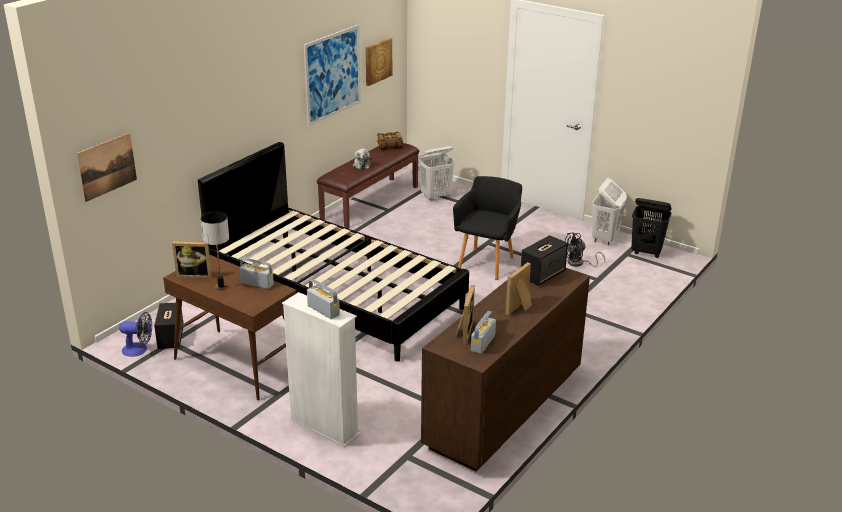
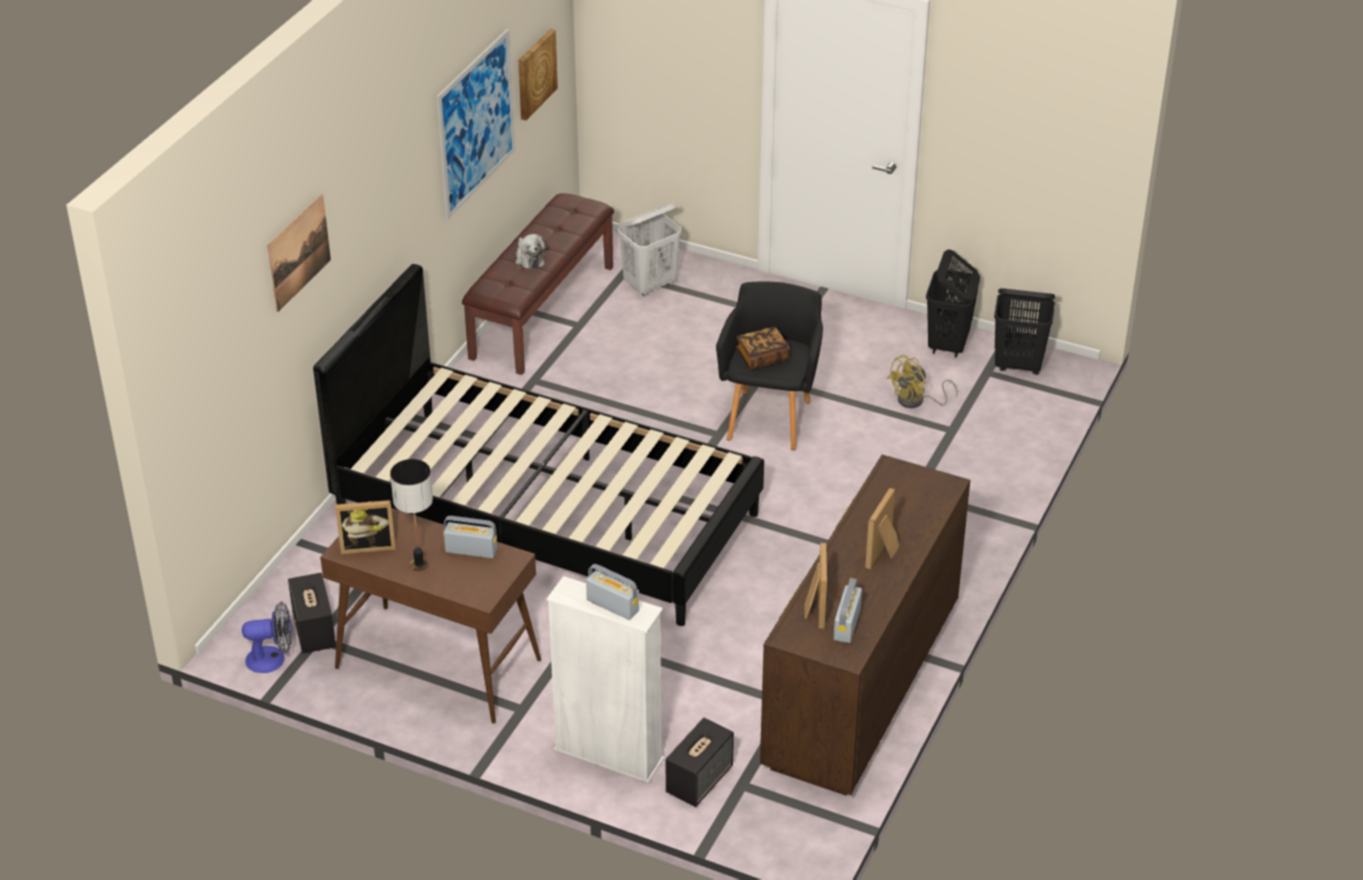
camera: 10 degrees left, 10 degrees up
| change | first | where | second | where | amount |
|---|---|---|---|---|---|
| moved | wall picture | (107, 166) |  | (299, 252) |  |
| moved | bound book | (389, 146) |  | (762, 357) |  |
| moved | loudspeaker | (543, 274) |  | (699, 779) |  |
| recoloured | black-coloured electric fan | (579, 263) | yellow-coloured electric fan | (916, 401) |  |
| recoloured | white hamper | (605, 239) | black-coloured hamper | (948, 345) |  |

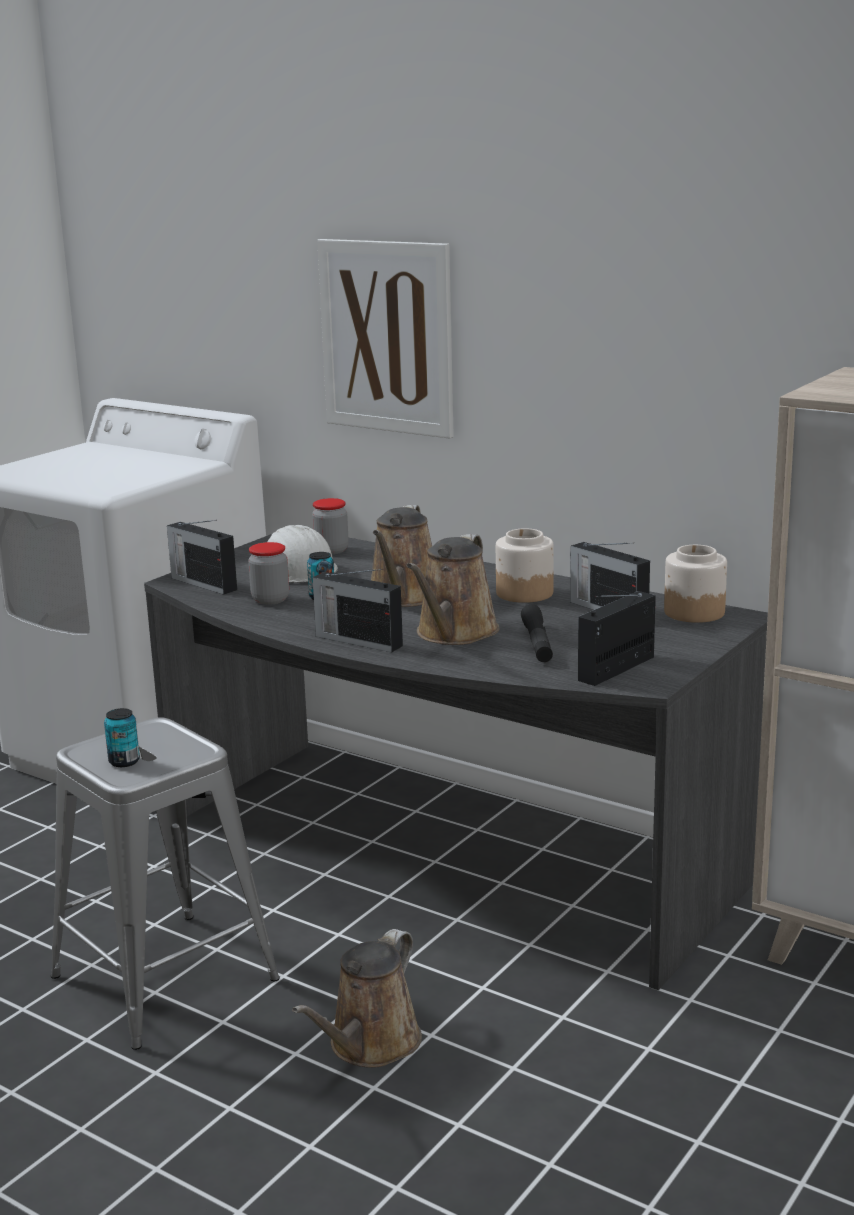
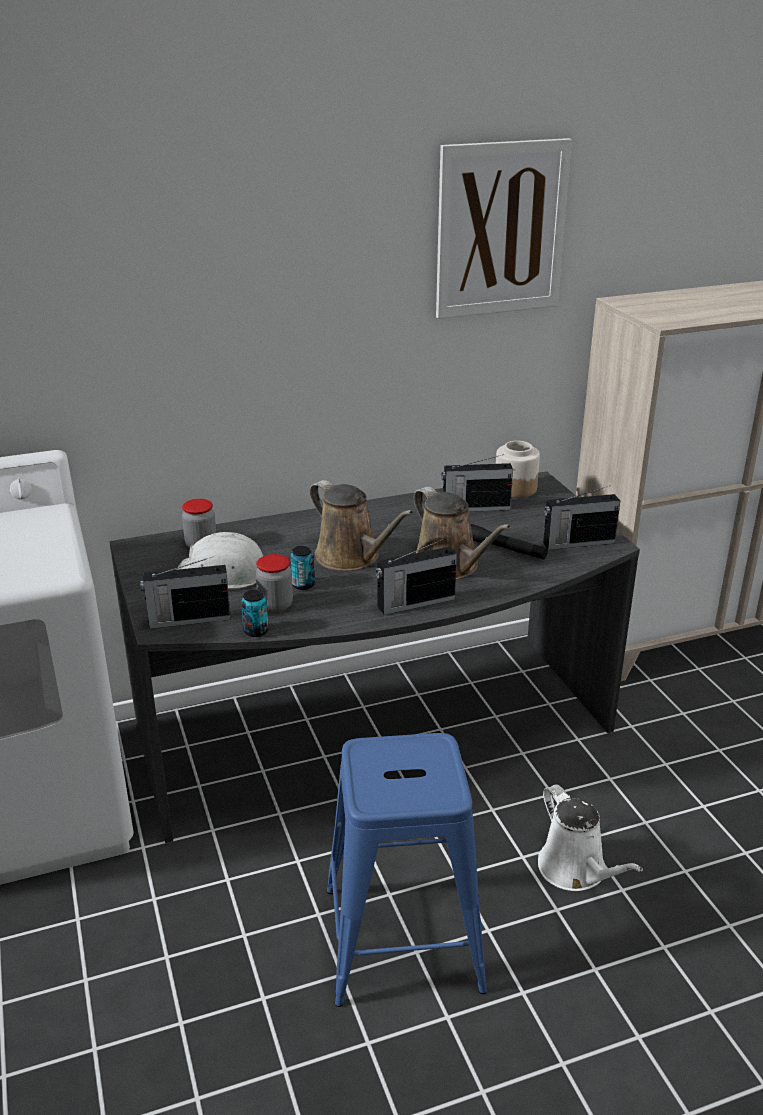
camera: 55 degrees left, 10 degrees up
| change | first | where | second | where | amount |
|---|---|---|---|---|---|
| recoloured | greyish sitting stool | (165, 978) | bluish sitting stool | (402, 938) |  |
| moved | sealed can | (124, 761) |  | (256, 631) |  |
| recoloured | brown-coloured sprinkling can | (370, 1045) | white sprinkling can | (576, 871) |  |
| moved | wall picture | (387, 337) |  | (501, 229) |  |
| removed | preserve jar | (524, 593) |  |  |  |
| turned | radio | (618, 668) |  | (577, 543) | 90 degrees counterclockwise |

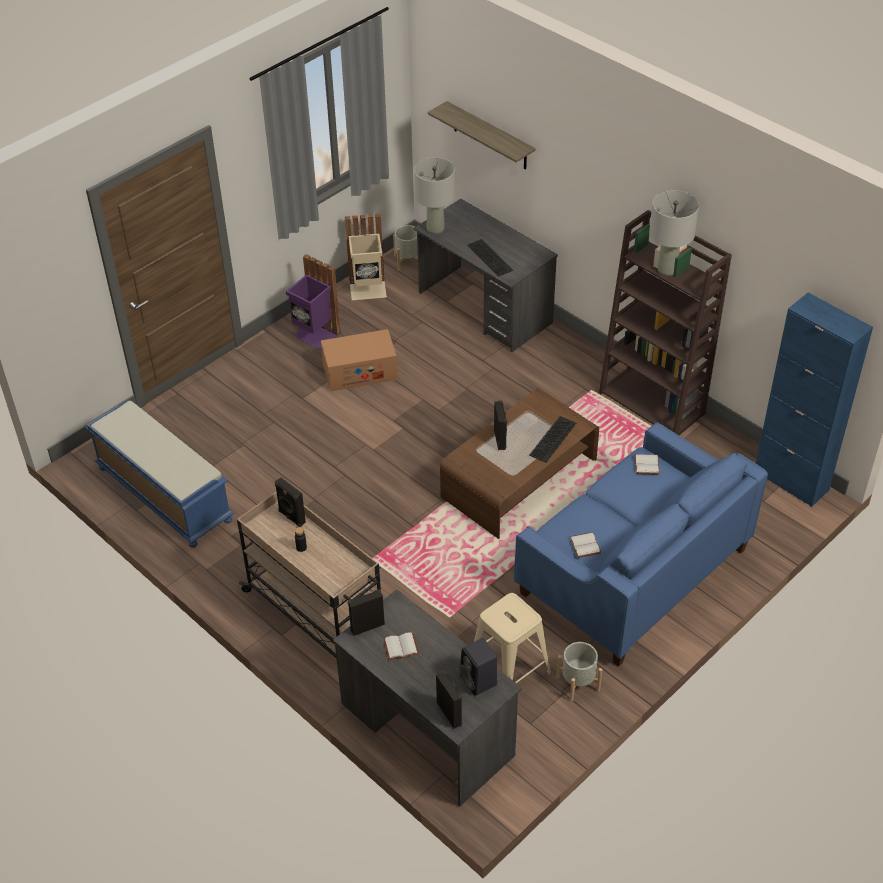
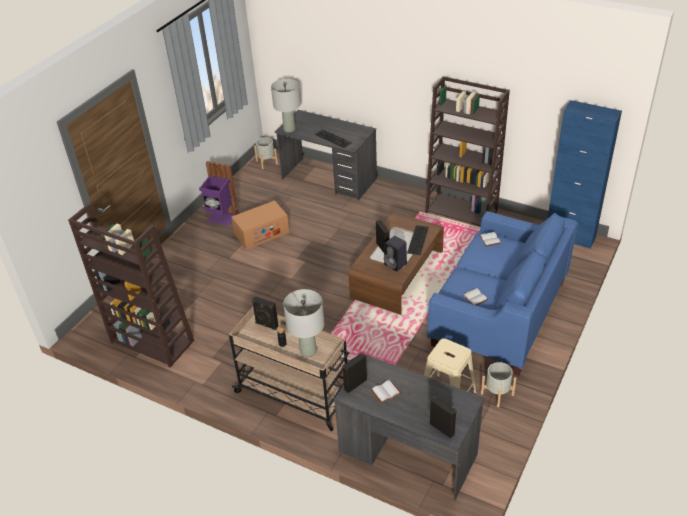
camera: 15 degrees left, 5 degrees down
| change | first | where | second | where | amount |
|---|---|---|---|---|---|
| replaced | bluish bench | (163, 494) | brown-coloured shelving unit | (151, 342) |  |
| removed | beige-coloured rubbish bin | (368, 290) |  |  |  |
| removed | bracket shelf | (490, 136) |  |  |  |
| moved | black-coloured loudspeaker | (479, 681) |  | (396, 264) |  |
| moved | greyish table lamp | (667, 270) |  | (308, 351) |  |

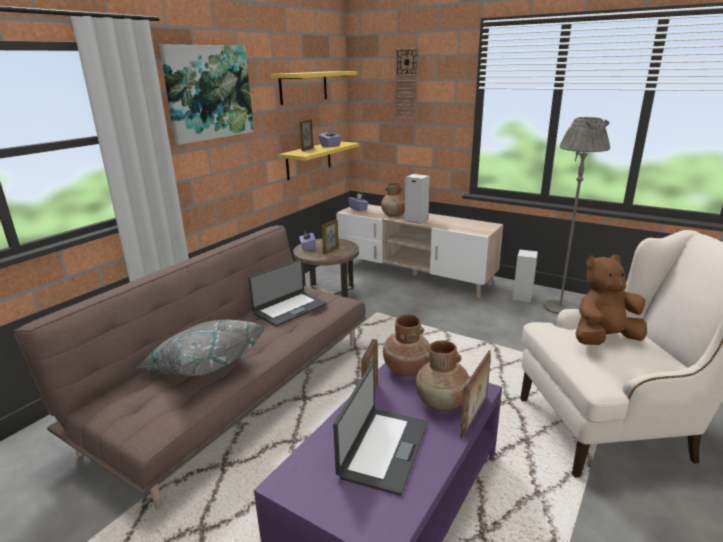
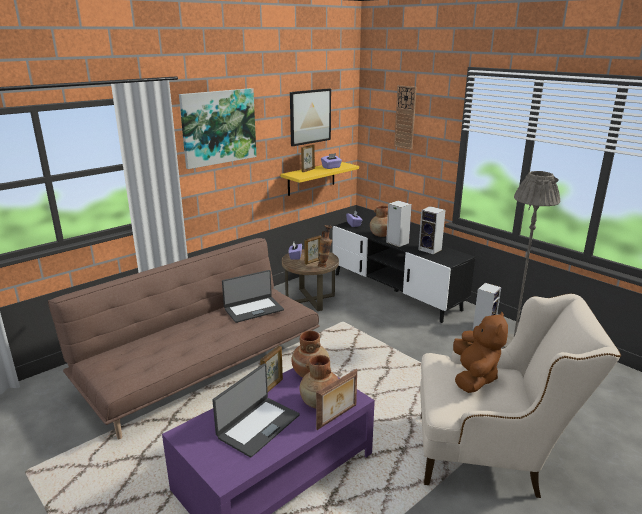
camera: 15 degrees right, 0 degrees up
| change | first | where | second | where | amount |
|---|---|---|---|---|---|
| removed | greyish cushion | (204, 366) |  |  |  |
| replaced | yellow-coloured bracket shelf | (303, 87) | wall picture | (310, 116) |  |
| recoloured | beige-coloured media console | (414, 275) | black-coloured media console | (395, 291) |  |
| turned | brown-coloured plush toy | (603, 339) |  | (474, 377) | 105 degrees clockwise |
| added |  |  | flower vase | (324, 266) |  |
| added |  |  | loudspeaker | (431, 250) |  |

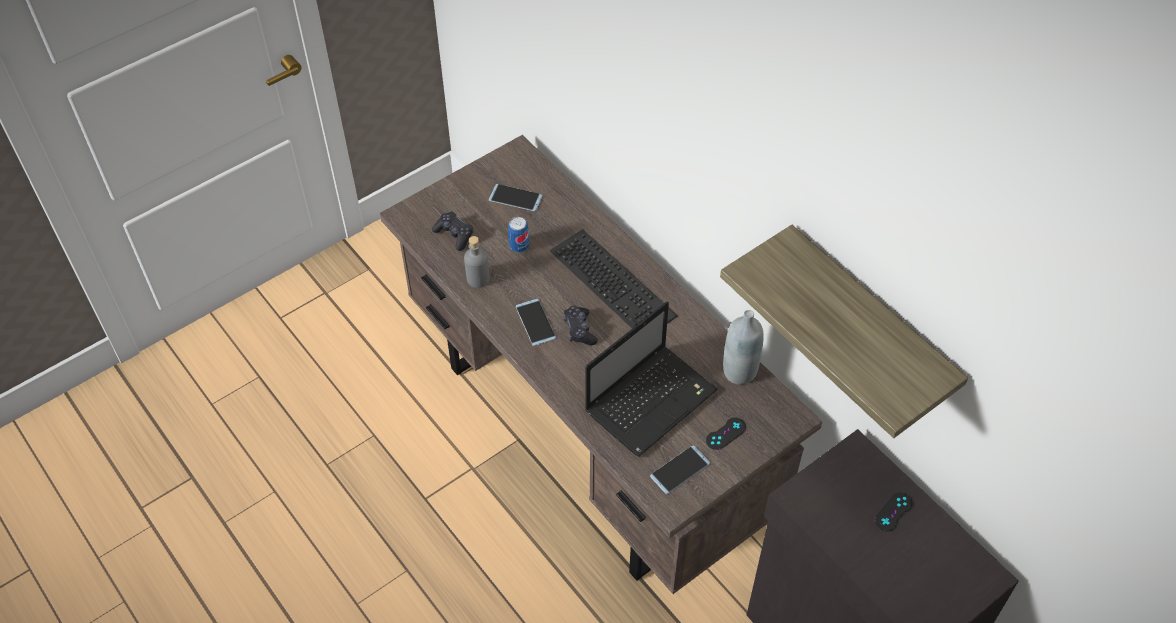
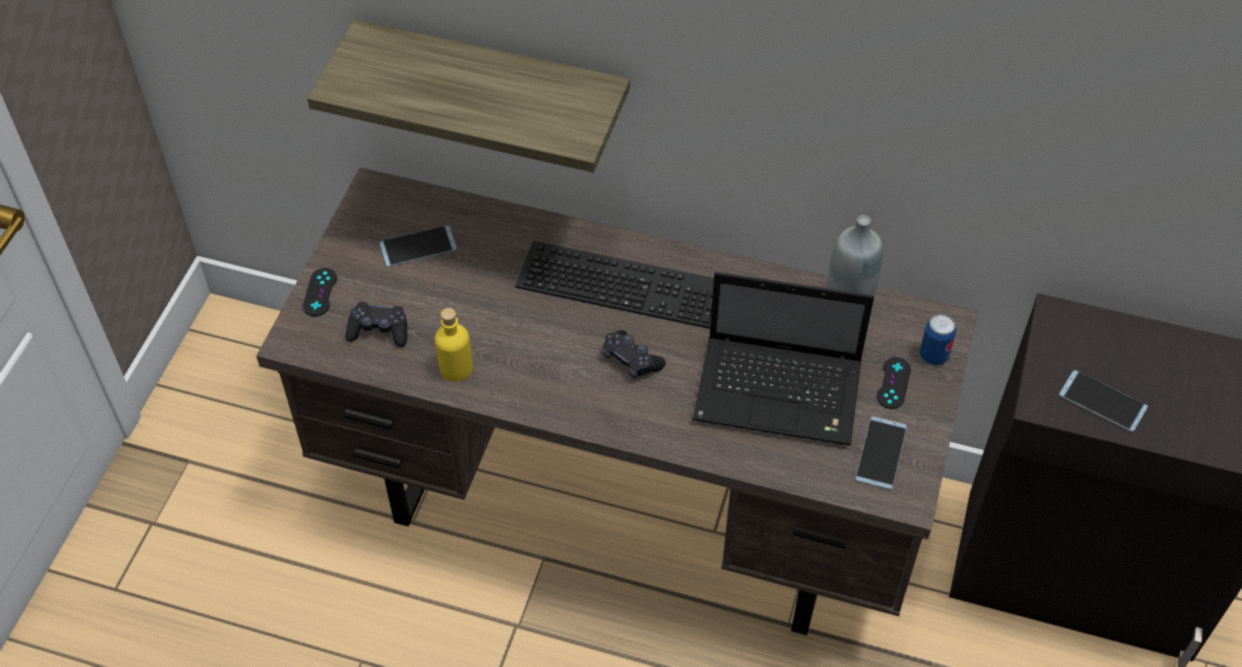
camera: 35 degrees left, 0 degrees up
| change | first | where | second | where | amount |
|---|---|---|---|---|---|
| recoloured | greyish bottle | (478, 279) | yellow-coloured bottle | (456, 368) |  |
| moved | sealed can | (519, 246) |  | (933, 356) |  |
| moved | handset | (535, 322) |  | (1102, 401) |  |
| turned | portable computer | (652, 399) |  | (782, 392) | 90 degrees clockwise |
| moved | bracket shelf | (868, 324) |  | (493, 87) |  |
| moved | black-coloured joypad | (893, 512) |  | (320, 292) |  |

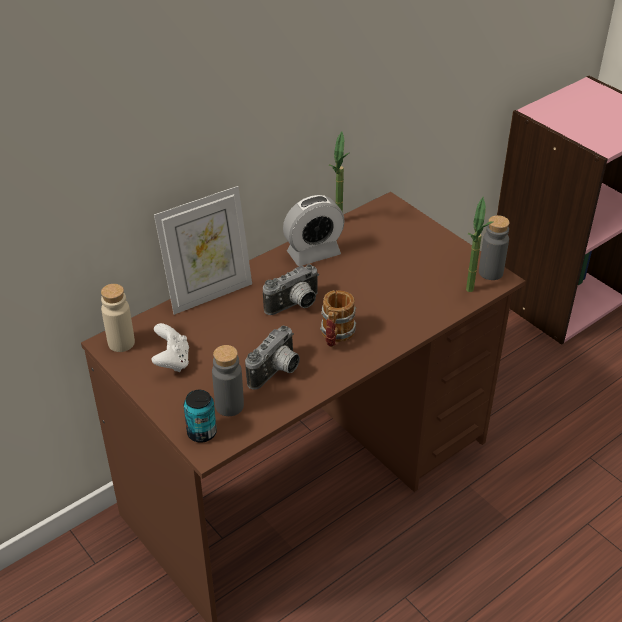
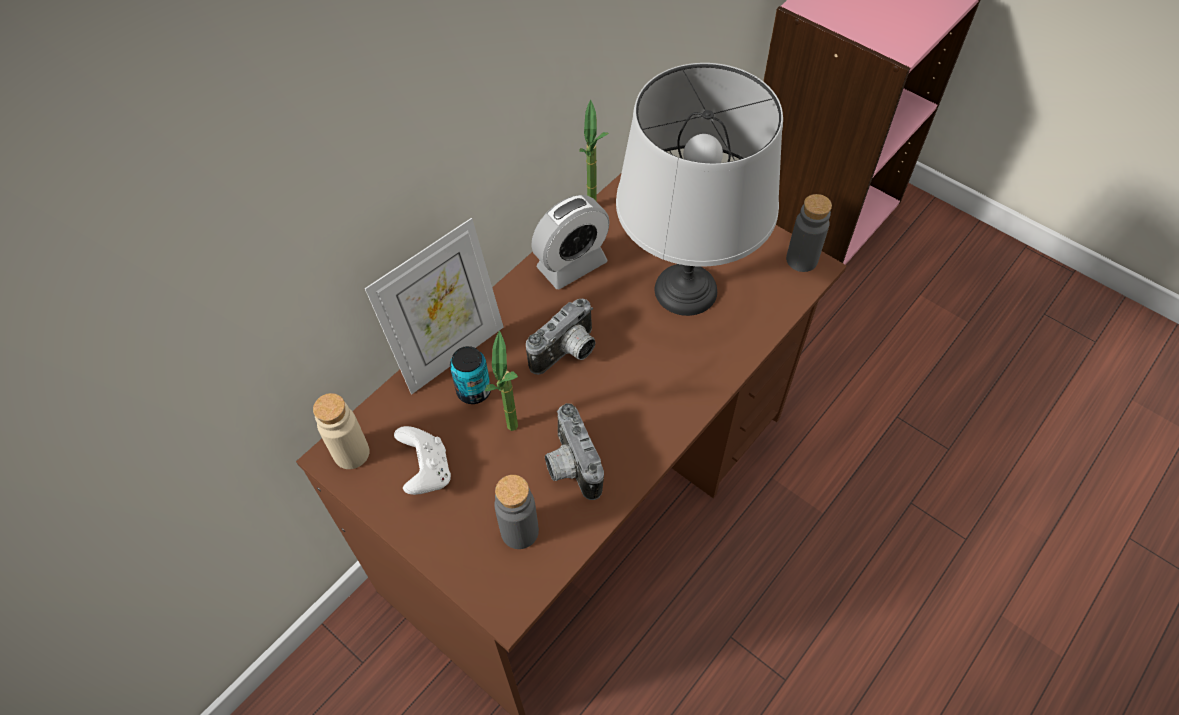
camera: 10 degrees left, 15 degrees up
| change | first | where | second | where | amount |
|---|---|---|---|---|---|
| moved | sealed can | (202, 433) |  | (474, 391) |  |
| turned | photo camera | (277, 372) |  | (569, 466) | 135 degrees clockwise |
| removed | tea mug | (335, 336) |  |  |  |
| moved | potted plant | (471, 295) |  | (515, 436) |  |
| added |  |  | greyish table lamp | (684, 290) |  |

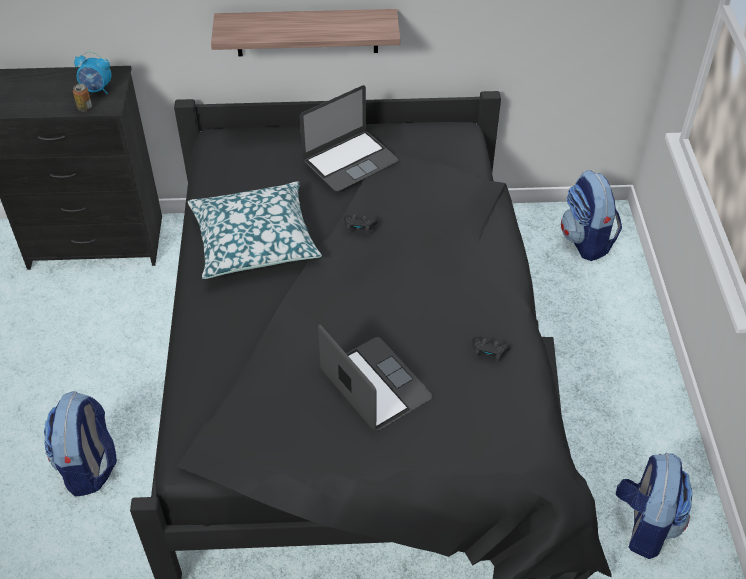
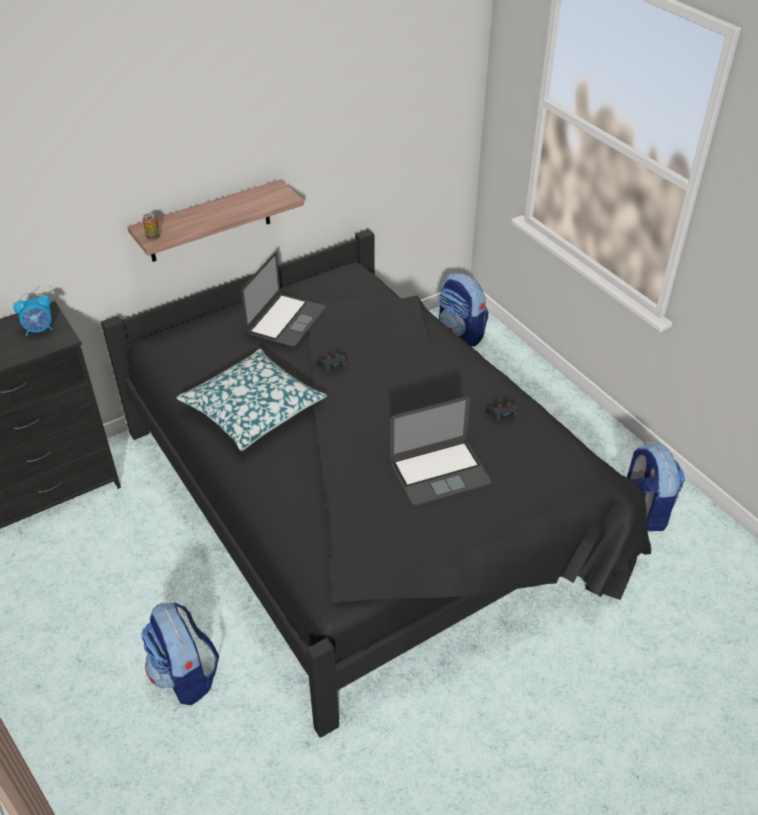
camera: 30 degrees left, 5 degrees down
| change | first | where | second | where | amount |
|---|---|---|---|---|---|
| moved | sealed can | (85, 108) |  | (153, 237) |  |
| turned | portable computer | (375, 384) |  | (439, 472) | 135 degrees clockwise |

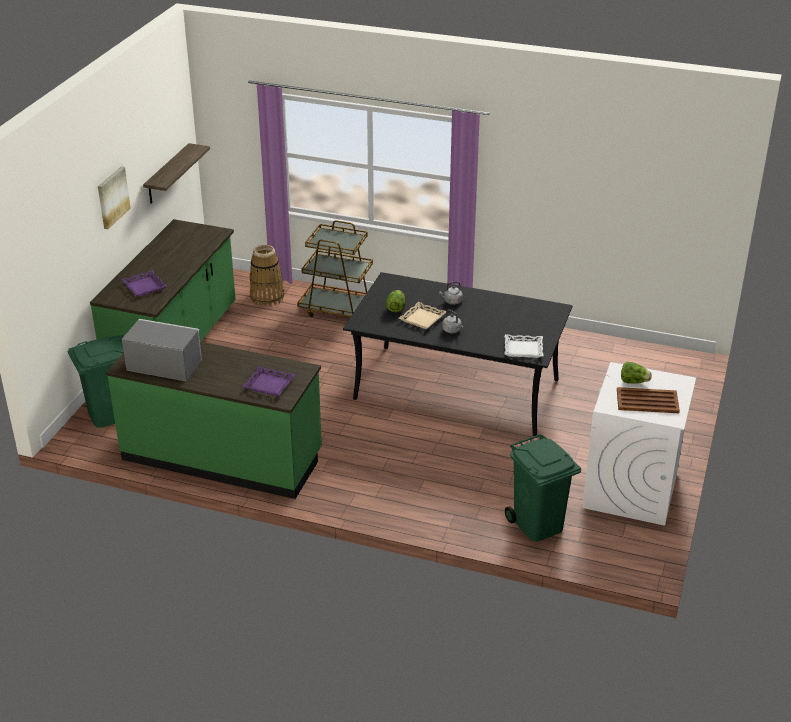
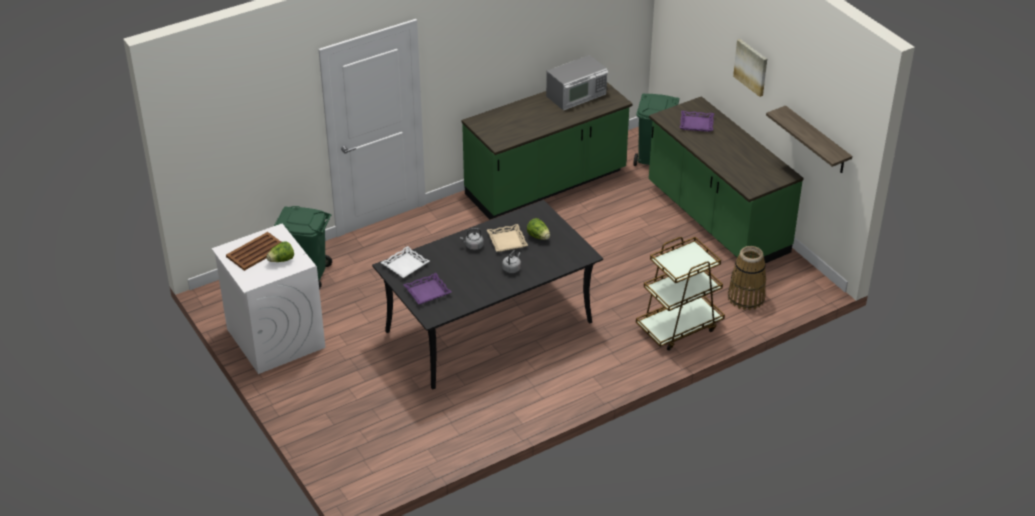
camera: 130 degrees right, 5 degrees up
| change | first | where | second | where | amount |
|---|---|---|---|---|---|
| moved | purple tray | (269, 384) |  | (427, 292) |  |

